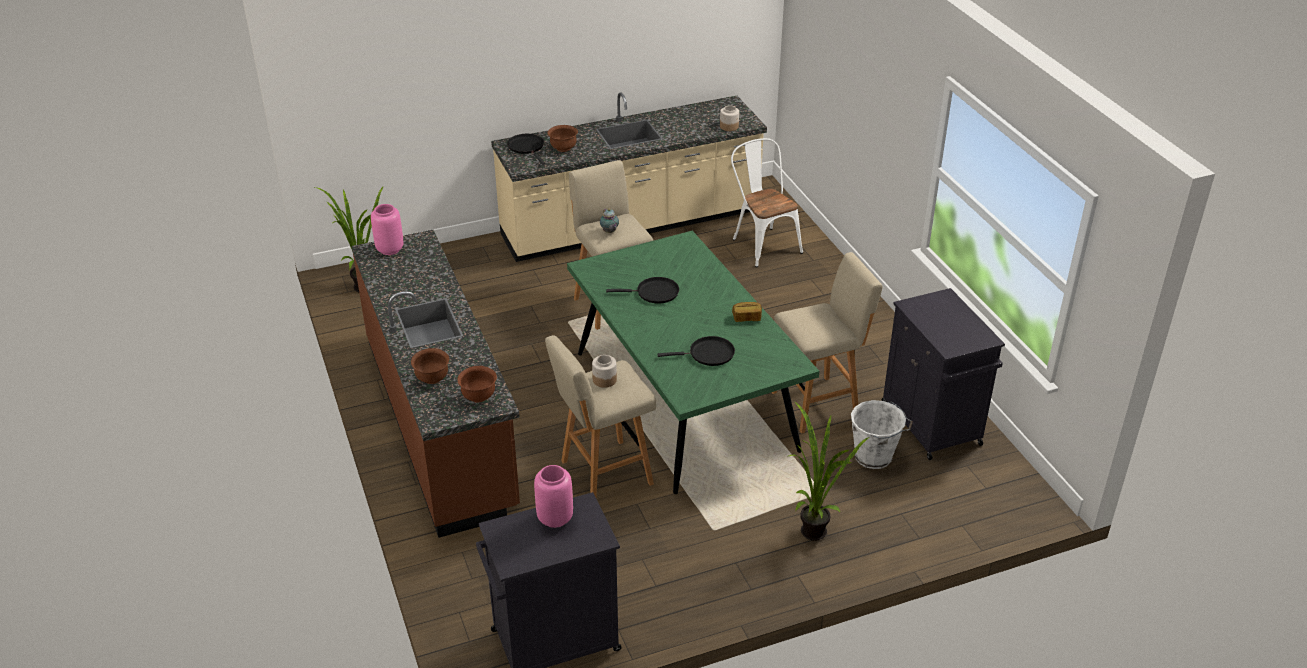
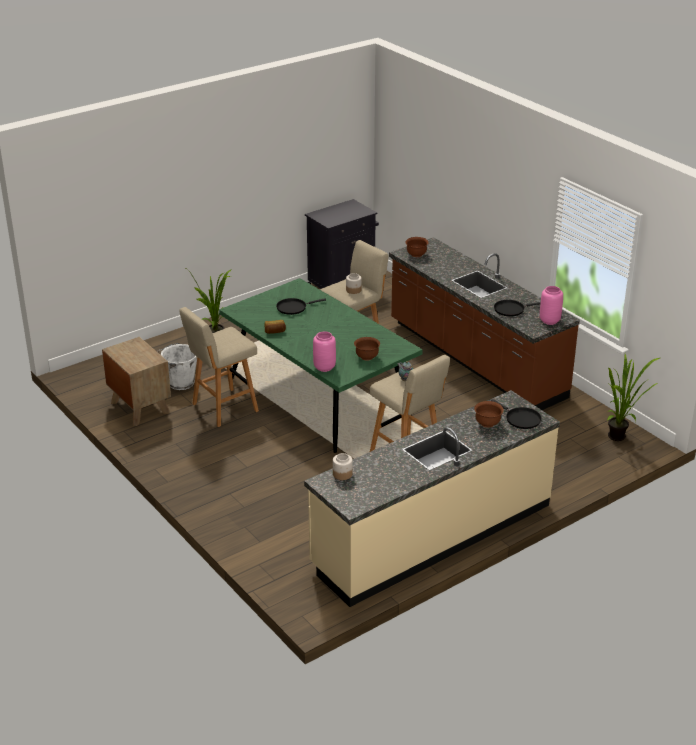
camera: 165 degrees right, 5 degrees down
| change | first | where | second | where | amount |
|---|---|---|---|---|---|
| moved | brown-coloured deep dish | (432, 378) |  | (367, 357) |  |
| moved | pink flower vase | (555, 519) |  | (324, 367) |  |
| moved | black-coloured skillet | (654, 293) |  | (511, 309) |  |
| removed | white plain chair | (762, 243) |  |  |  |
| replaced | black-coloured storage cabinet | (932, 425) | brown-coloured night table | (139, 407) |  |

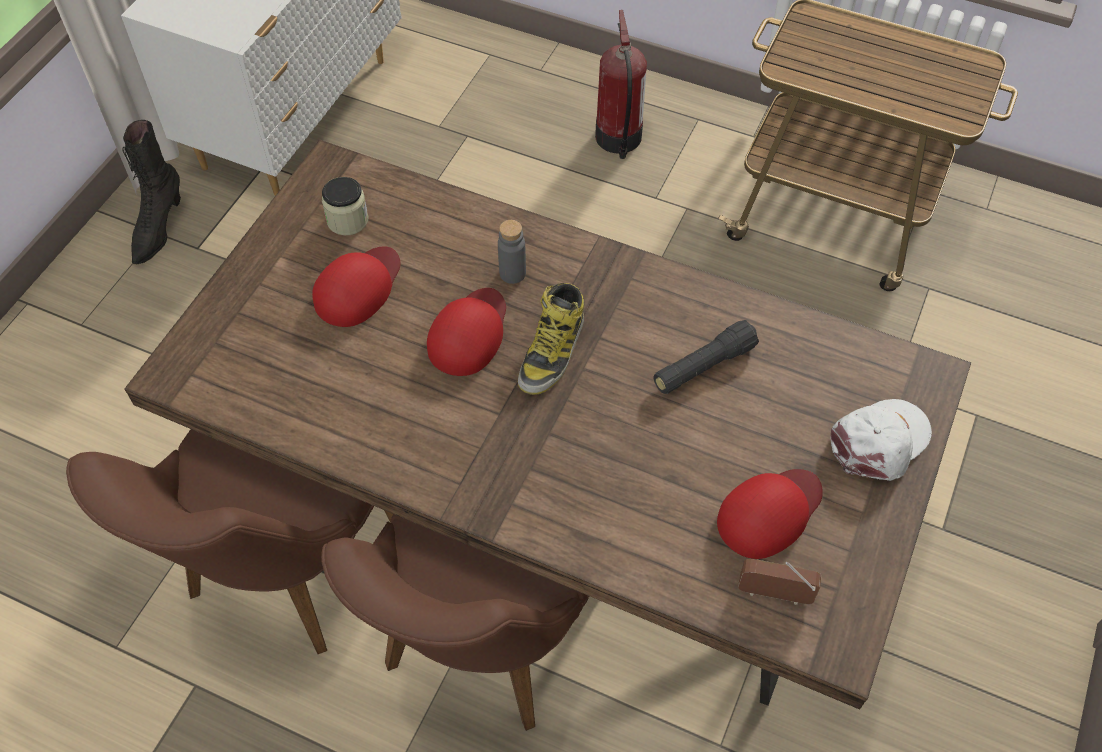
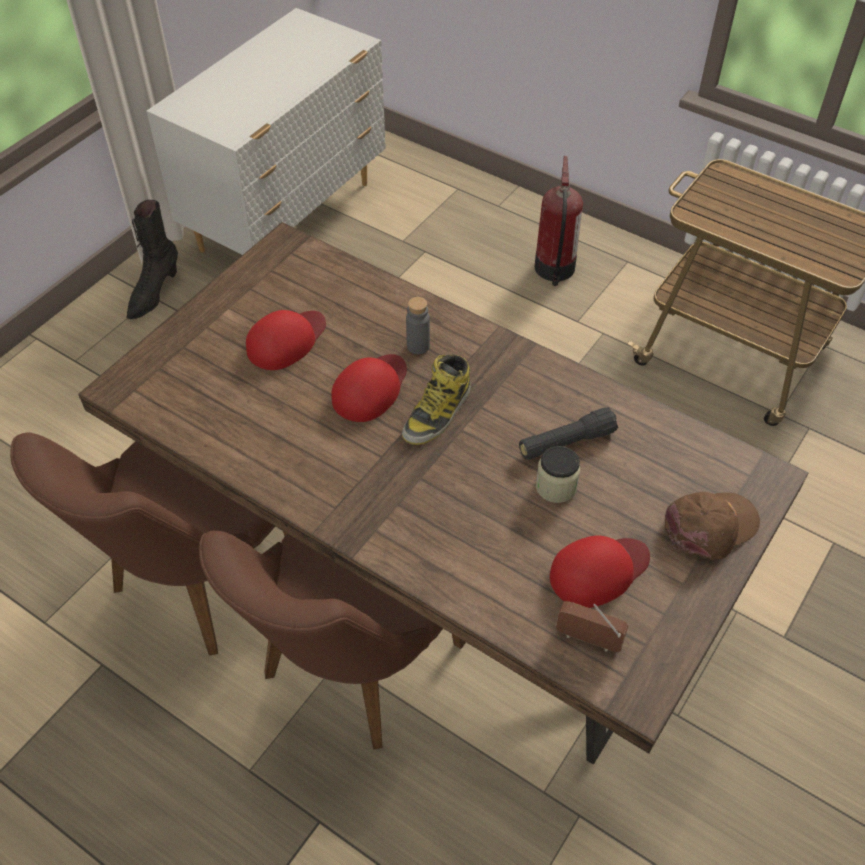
camera: 10 degrees right, 5 degrees down
| change | first | where | second | where | amount |
|---|---|---|---|---|---|
| moved | preserve jar | (347, 220) |  | (556, 487) |  |
| recoloured | white peaked cap | (879, 442) | brown-coloured peaked cap | (710, 527) |  |

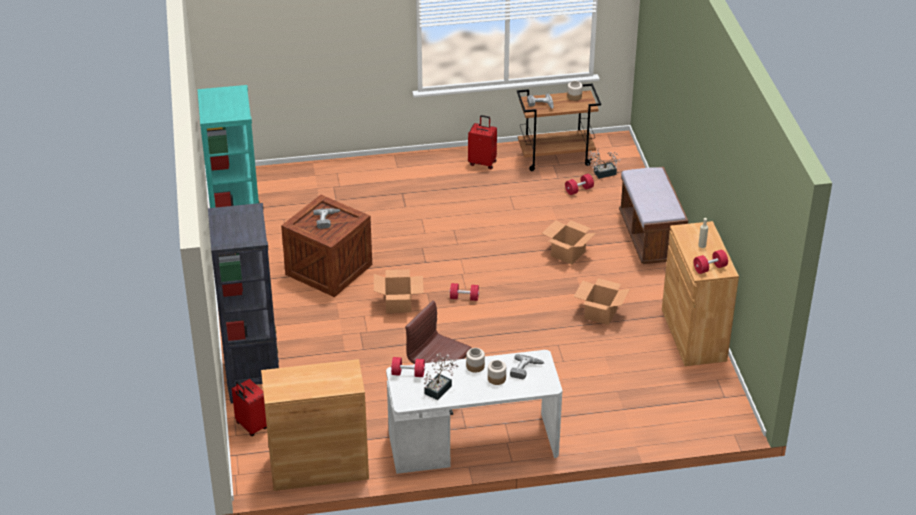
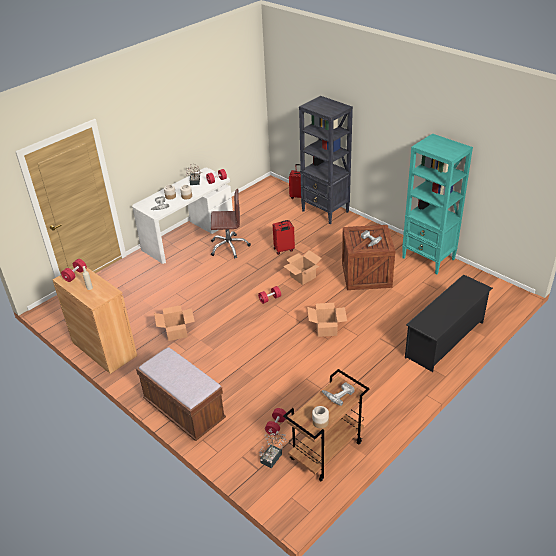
camera: 145 degrees right, 0 degrees up
| change | first | where | second | where | amount |
|---|---|---|---|---|---|
| removed | brown-coloured storage cabinet | (319, 468) |  |  |  |
| moved | red travel case | (482, 162) |  | (284, 250) |  |
| moved | packing box | (568, 254) |  | (326, 329) |  |
| added |  |  | black-coloured shoe rack | (445, 339) |  |

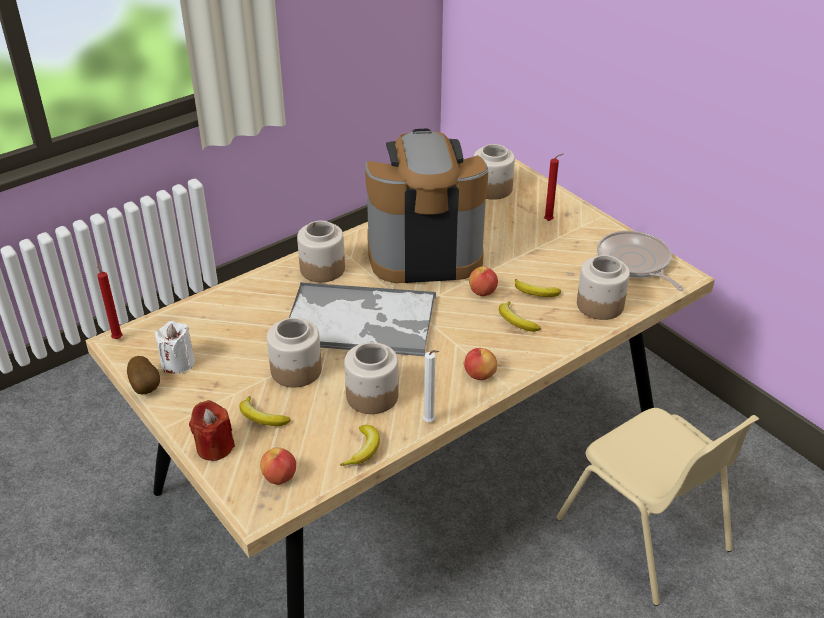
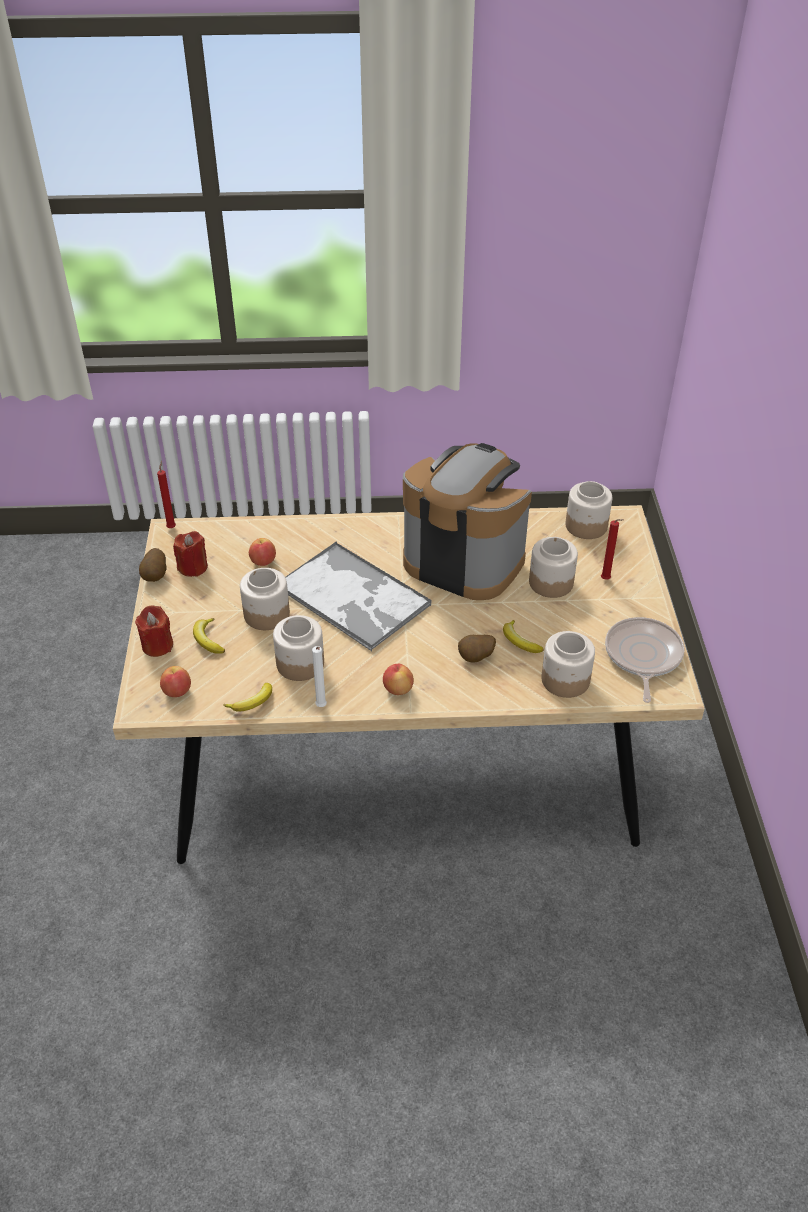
camera: 35 degrees right, 5 degrees up
| change | first | where | second | where | amount |
|---|---|---|---|---|---|
| recoloured | white wax light | (178, 363) | red wax light | (193, 567) |  |
| moved | preserve jar | (322, 269) |  | (551, 582) |  |
| moved | apple fruit | (482, 292) |  | (263, 562) |  |
| replaced | banana fruit | (516, 321) | whole potato | (476, 658) |  |
| removed | beige-coloured plain chair | (645, 535) |  |  |  |

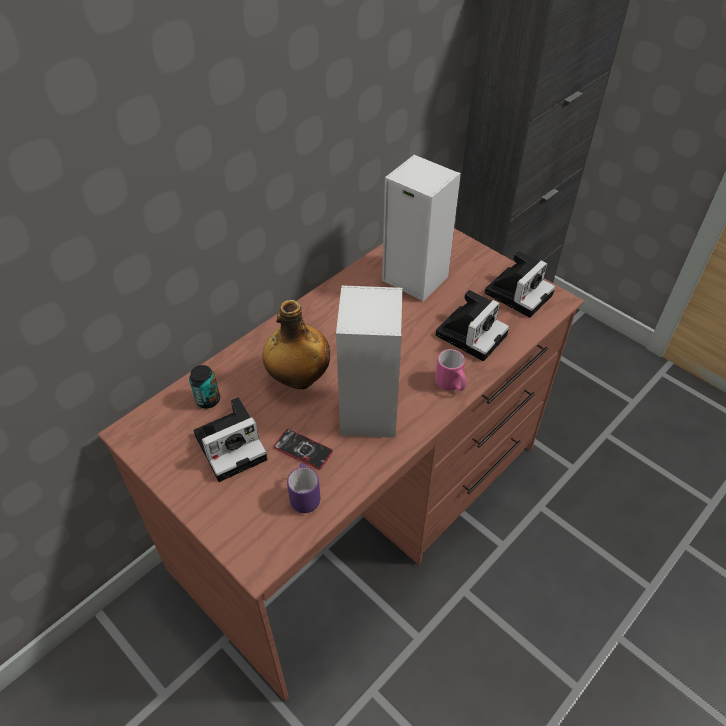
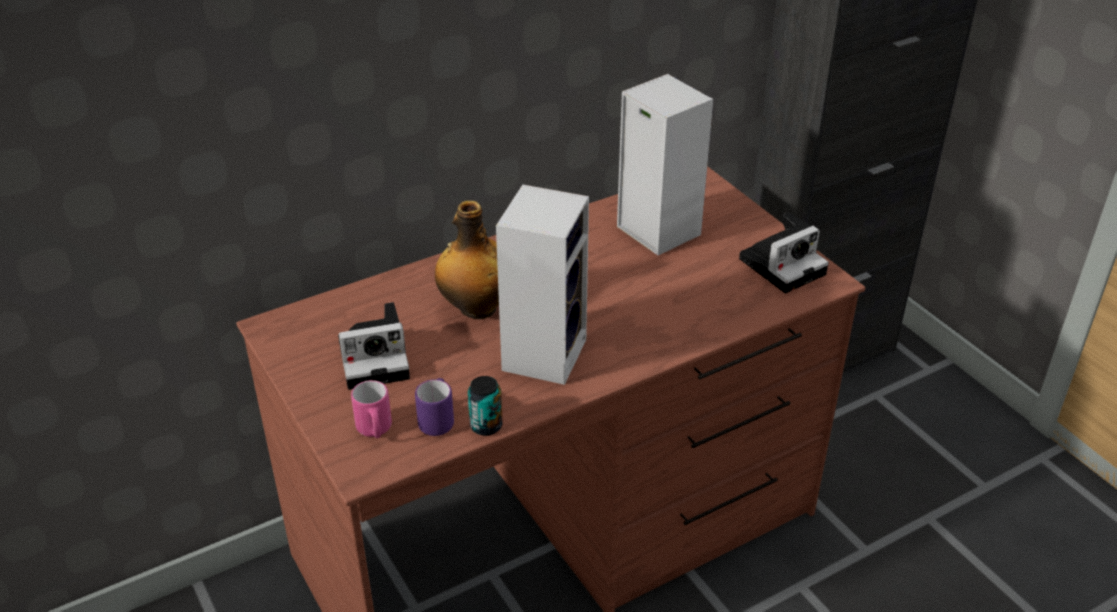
camera: 15 degrees right, 10 degrees down
| change | first | where | second | where | amount |
|---|---|---|---|---|---|
| moved | sealed can | (208, 400) |  | (486, 426) |  |
| removed | handset | (303, 449) |  |  |  |
| moved | pink tea mug | (451, 385) |  | (375, 431) |  |
| removed | photo camera | (471, 333) |  |  |  |

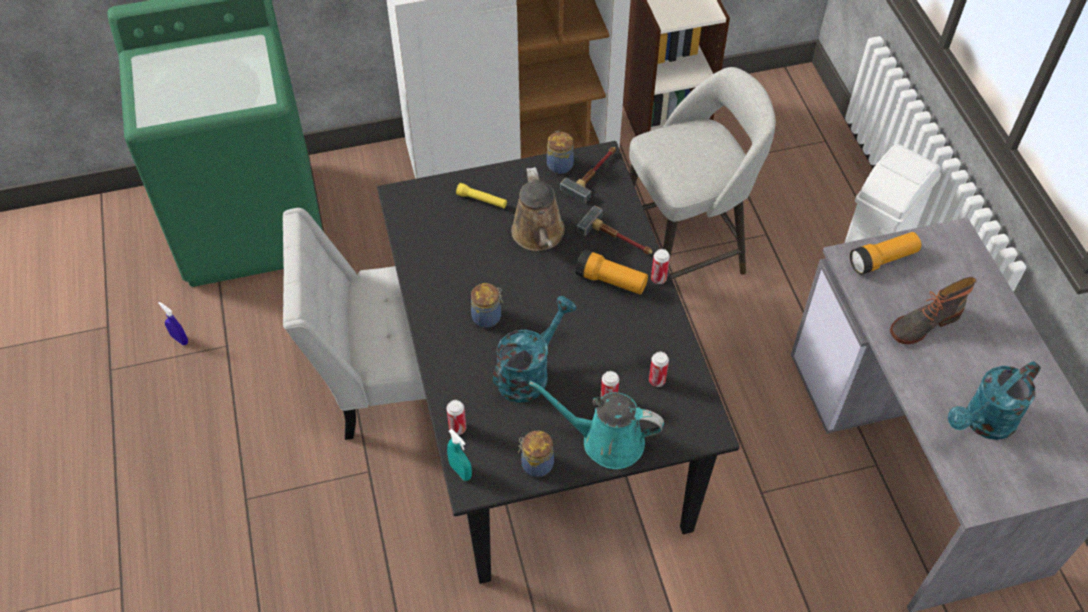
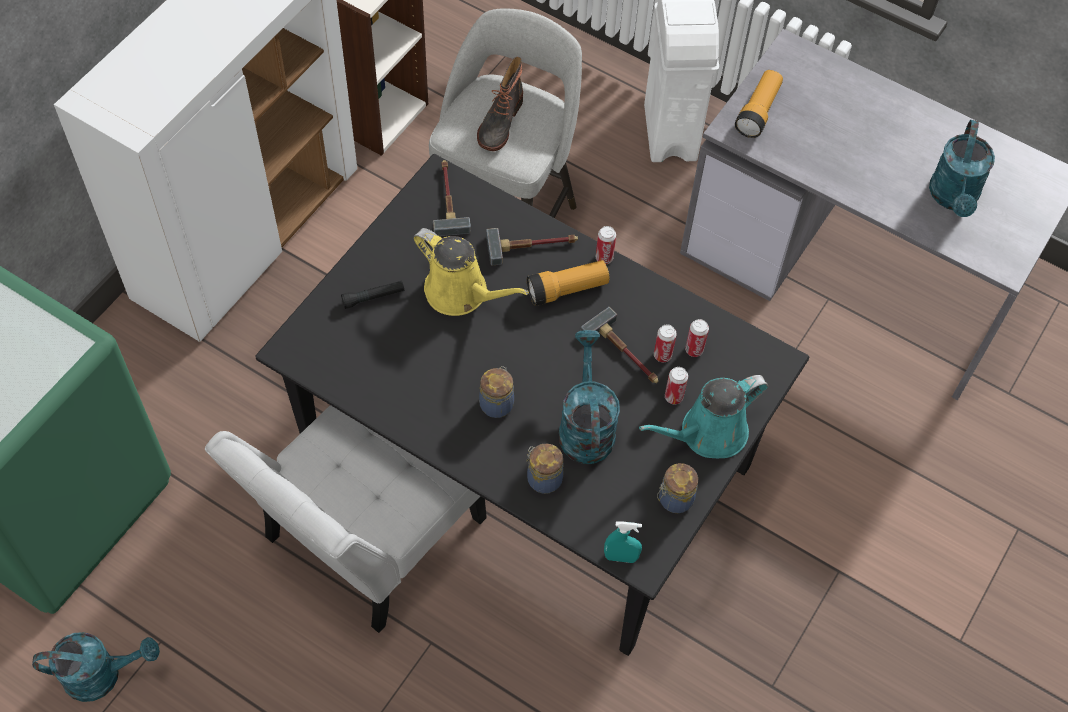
camera: 45 degrees left, 5 degrees up
| change | first | where | second | where | amount |
|---|---|---|---|---|---|
| replaced | bluish spray bottle | (179, 339) | blue-green sprinkling can | (102, 674) |  |
| moved | sealed can | (457, 428) |  | (662, 355) |  |
| recoloured | yellow-coloured flashlight | (482, 200) | black-coloured flashlight | (373, 297) |  |
| recoloured | brown-coloured sprinkling can | (539, 235) | yellow-coloured sprinkling can | (461, 293) |  |
| moved | preserve jar | (559, 164) |  | (543, 478) |  |
| moved | high-top boot | (923, 323) |  | (499, 122) |  |
| added |  |  | tool hammer | (625, 353) |  |

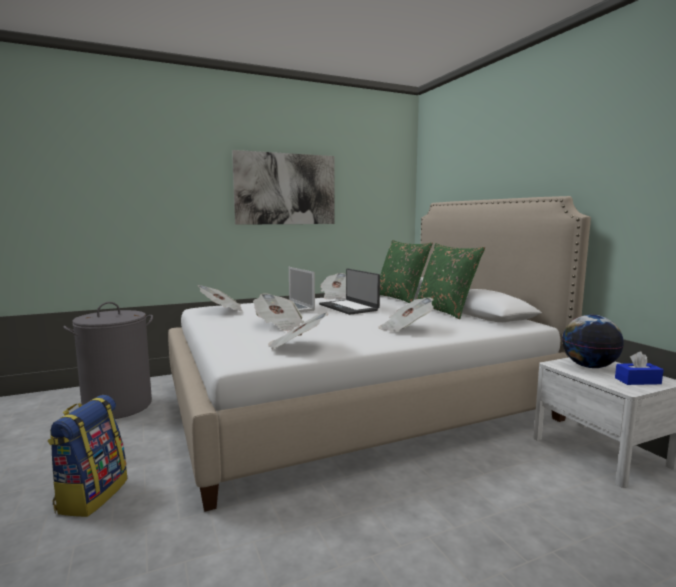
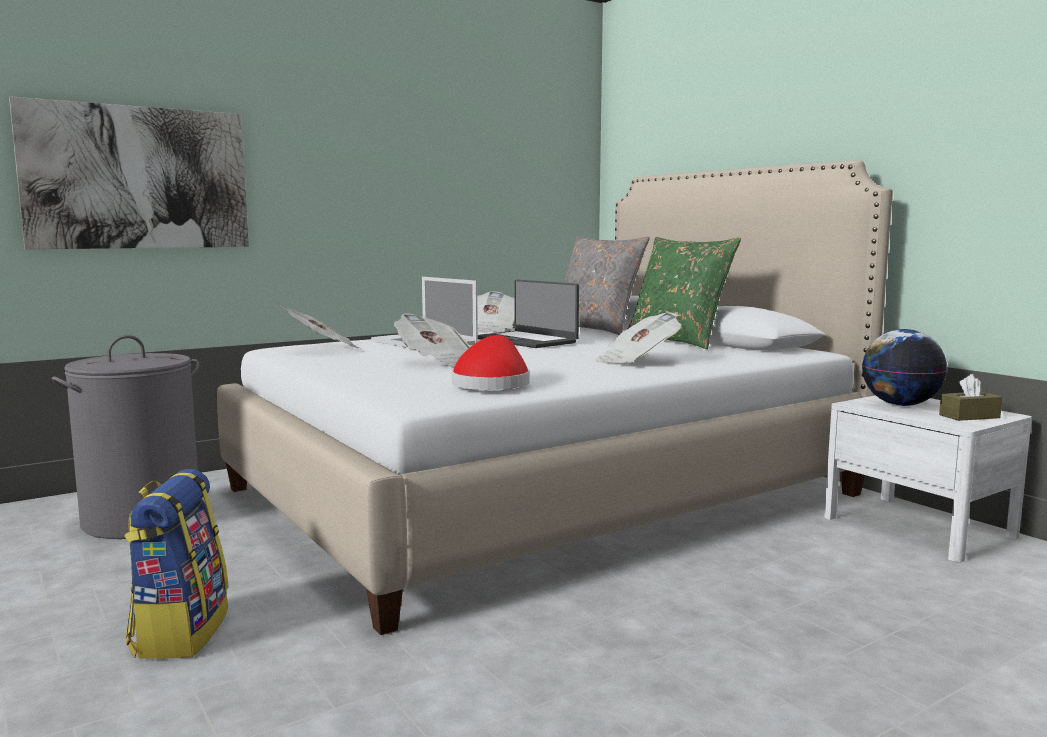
camera: 10 degrees left, 0 degrees up
| change | first | where | second | where | amount |
|---|---|---|---|---|---|
| moved | wall picture | (285, 189) |  | (138, 178) |  |
| replaced | newspaper | (296, 347) | red clothing hat | (492, 384) |  |
| recoloured | greenish cushion | (400, 298) | greyish cushion | (596, 329) |  |
| recoloured | bluish box of tissues | (637, 381) | brown-coloured box of tissues | (969, 416) |  |

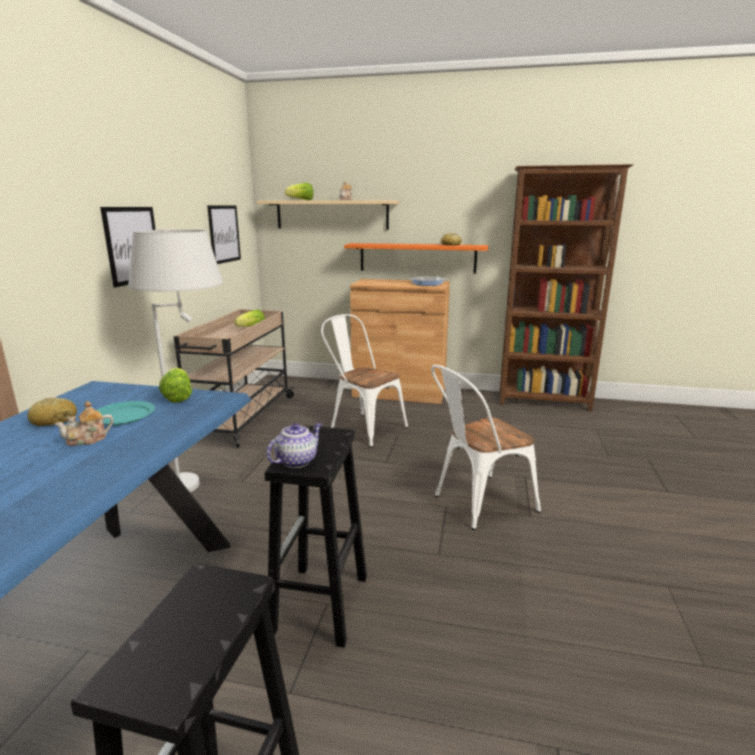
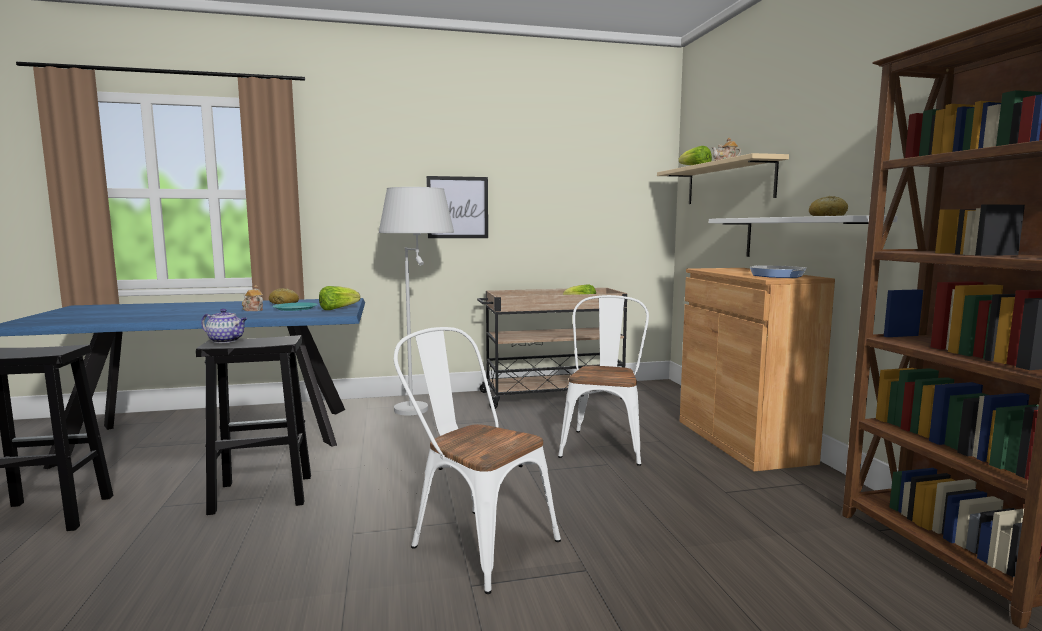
camera: 65 degrees right, 10 degrees down
| change | first | where | second | where | amount |
|---|---|---|---|---|---|
| removed | wall picture | (224, 234) |  |  |  |
| recoloured | orange bracket shelf | (417, 258) | white bracket shelf | (803, 239) |  |

